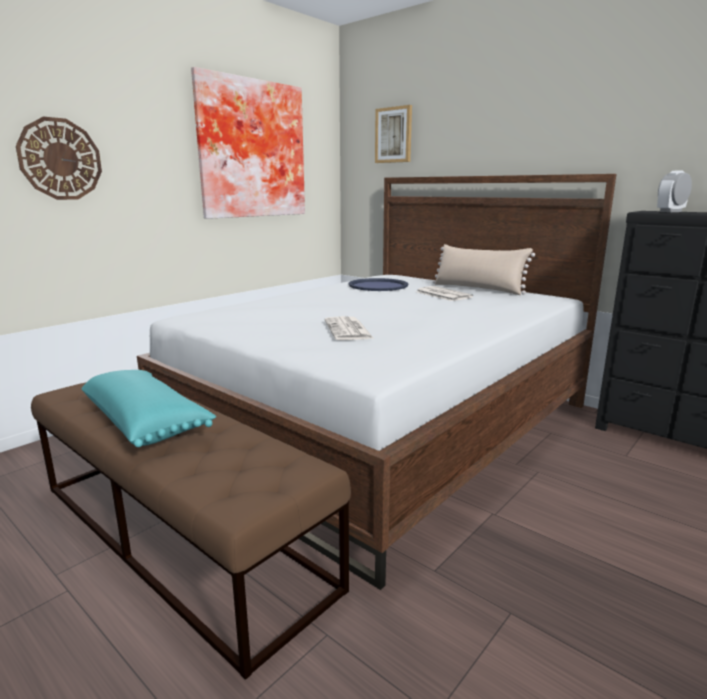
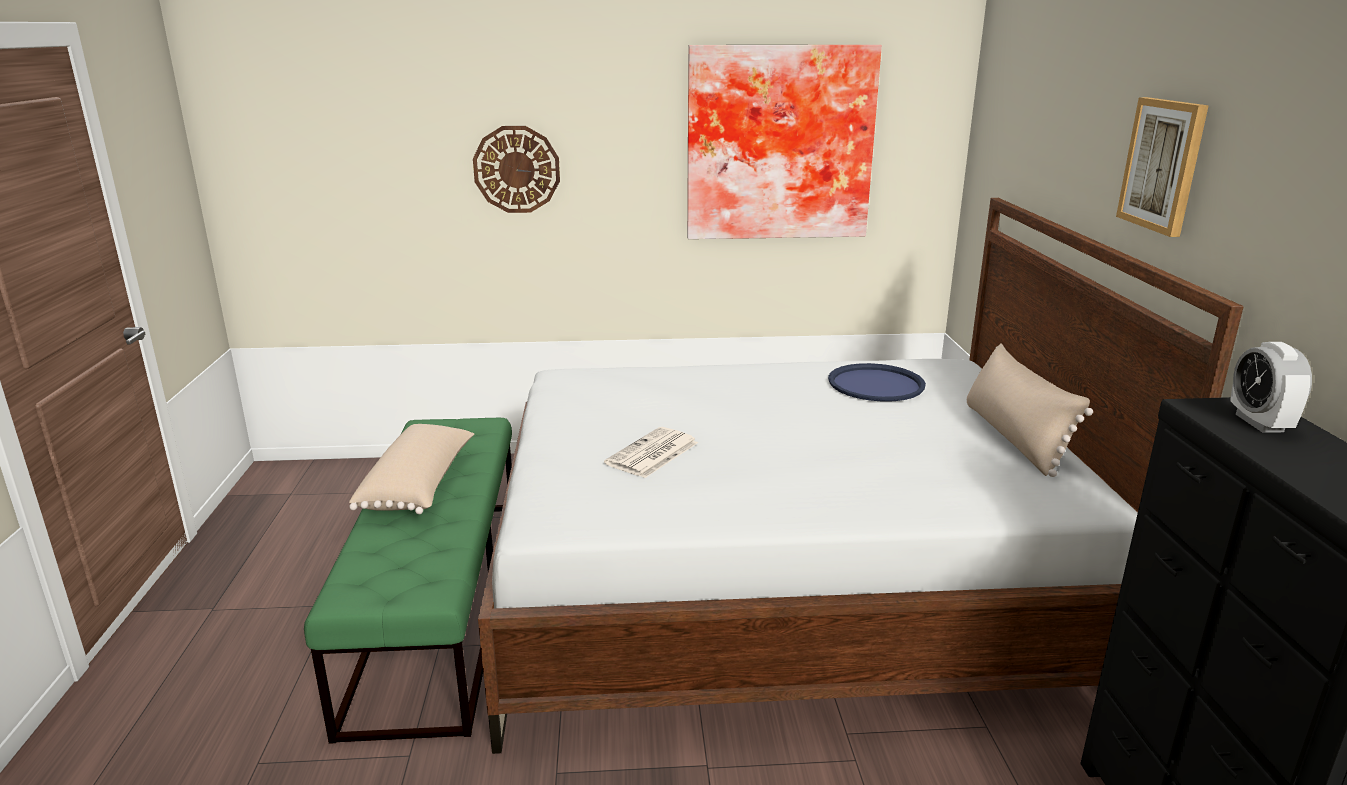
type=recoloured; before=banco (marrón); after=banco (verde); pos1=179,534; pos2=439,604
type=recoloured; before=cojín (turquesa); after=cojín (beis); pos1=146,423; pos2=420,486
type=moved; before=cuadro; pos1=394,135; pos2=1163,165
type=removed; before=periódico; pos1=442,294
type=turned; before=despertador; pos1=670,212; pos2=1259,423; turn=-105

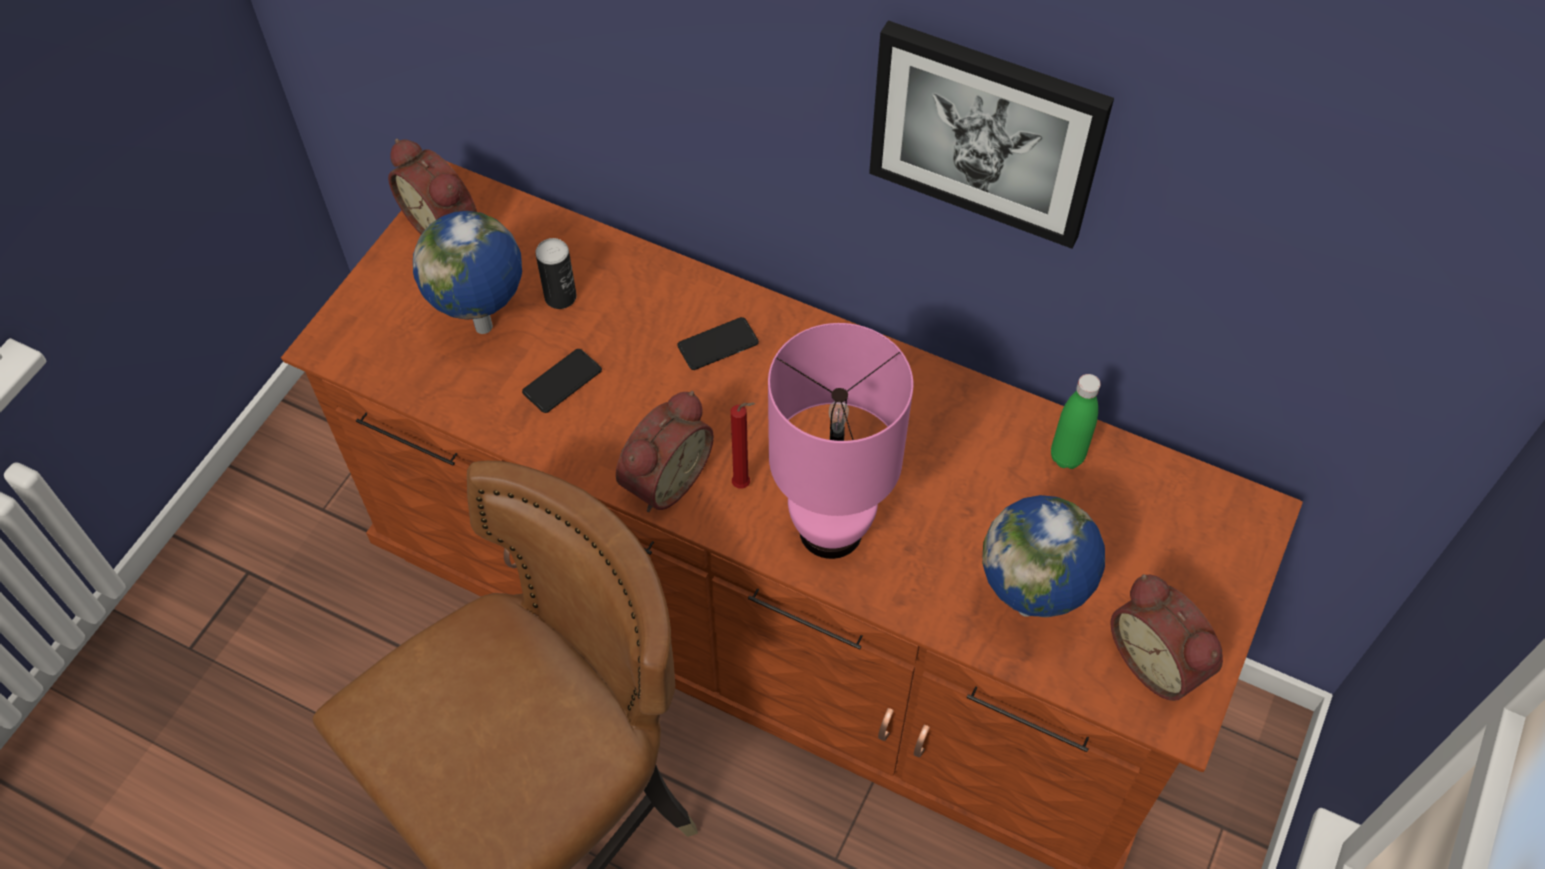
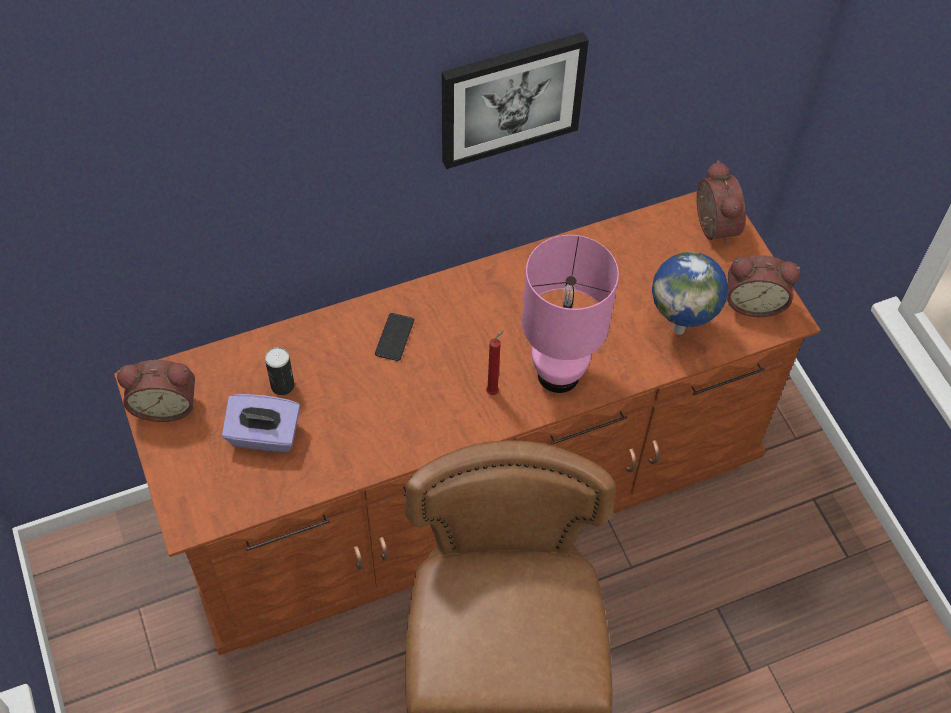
type=replaced; before=globo terráqueo; after=caja de pañuelos (morado); pos1=486,328; pos2=264,436
type=removed; before=móvil; pos1=562,381
type=moved; before=despertador; pos1=662,478; pos2=711,227
type=removed; before=botella (verde); pos1=1067,456

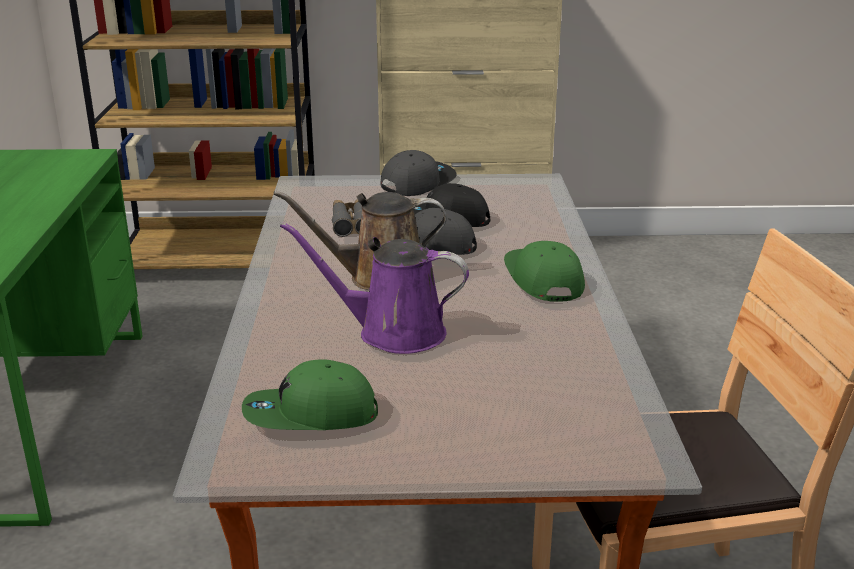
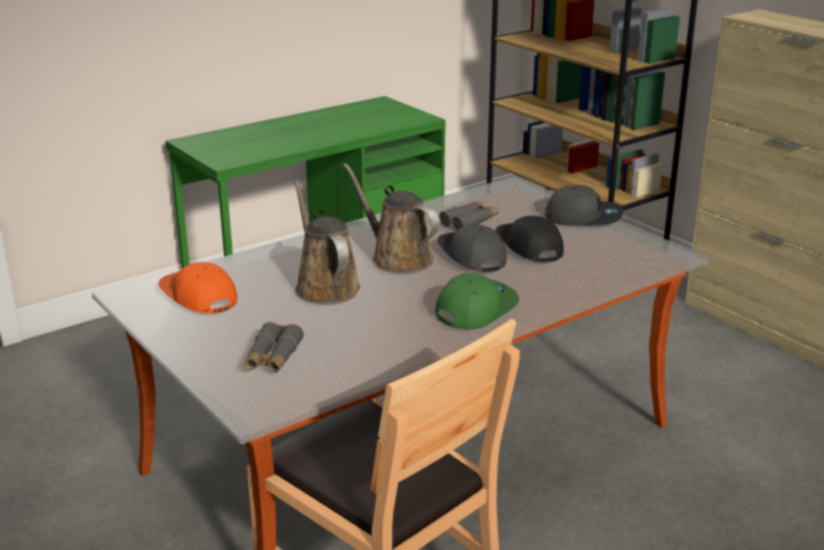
type=recoloured; before=gorra (verde); after=gorra (naranja); pos1=310,416; pos2=198,297
type=recoloured; before=regadera (morado); after=regadera (marrón); pos1=392,332; pos2=325,286
type=added; after=prismáticos (gris); pos2=272,358

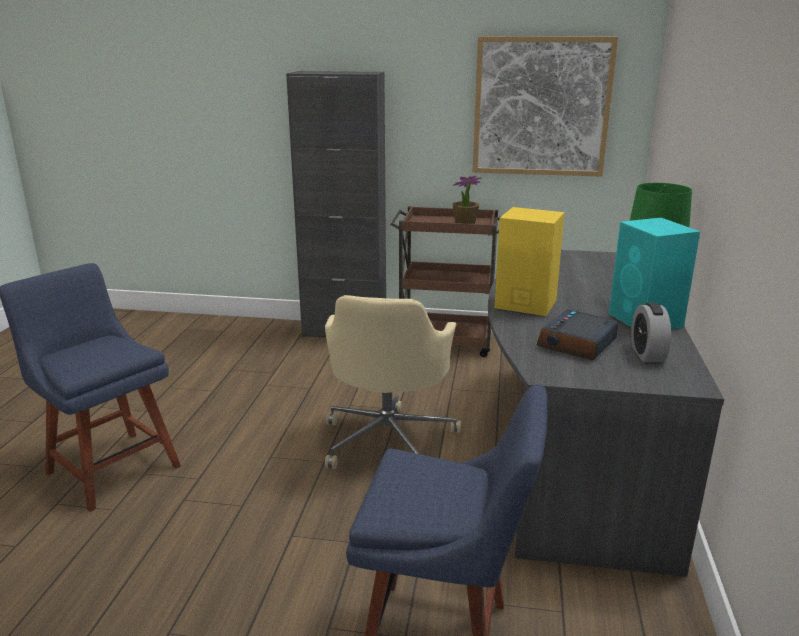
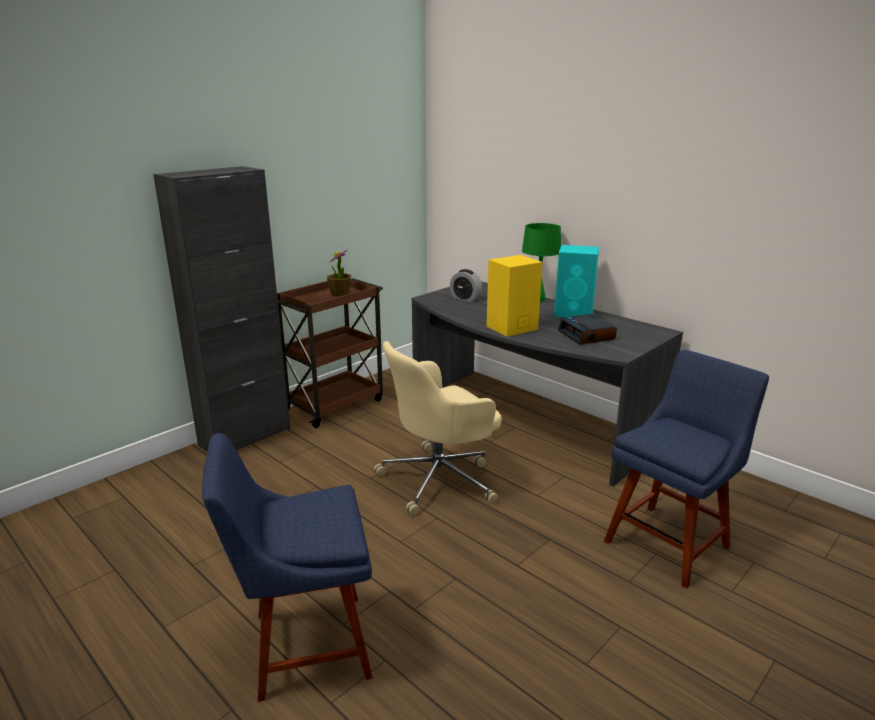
type=turned; before=silla de oficina (beis); pos1=389,439; pos2=440,479; turn=105
type=removed; before=cuadro; pos1=541,107
type=moved; before=despertador; pos1=647,354; pos2=465,298

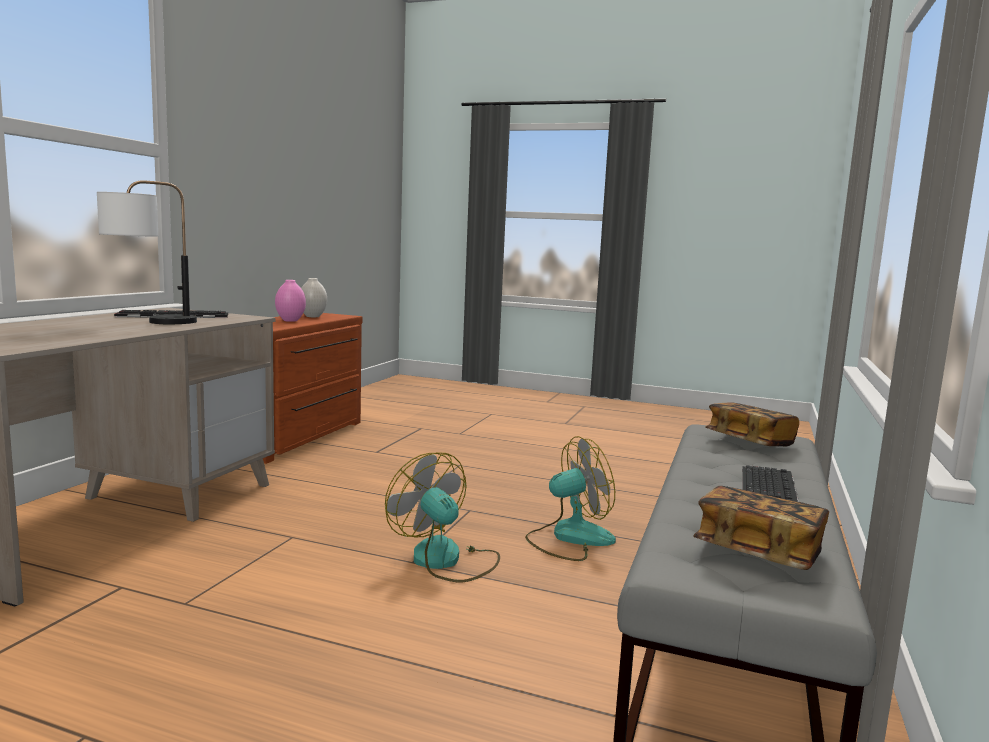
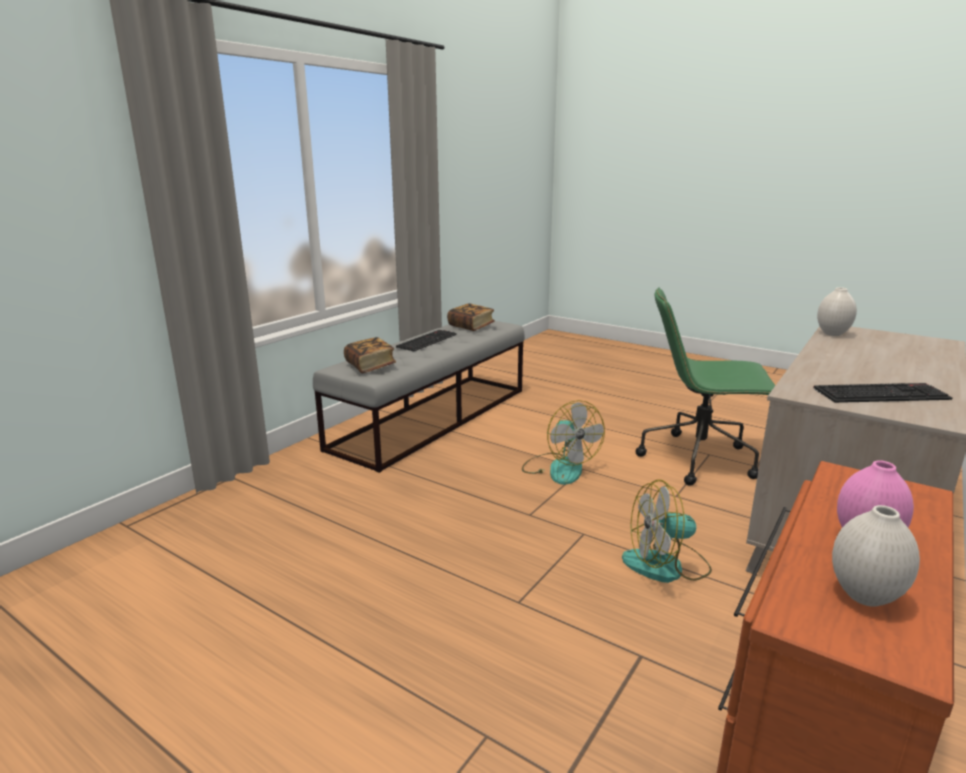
type=removed; before=lámpara de mesa; pos1=150,323
type=moved; before=ventilador; pos1=569,538; pos2=666,565
type=added; after=silla de oficina (verde); pos2=700,459
type=added; after=florero (blanco); pos2=832,334

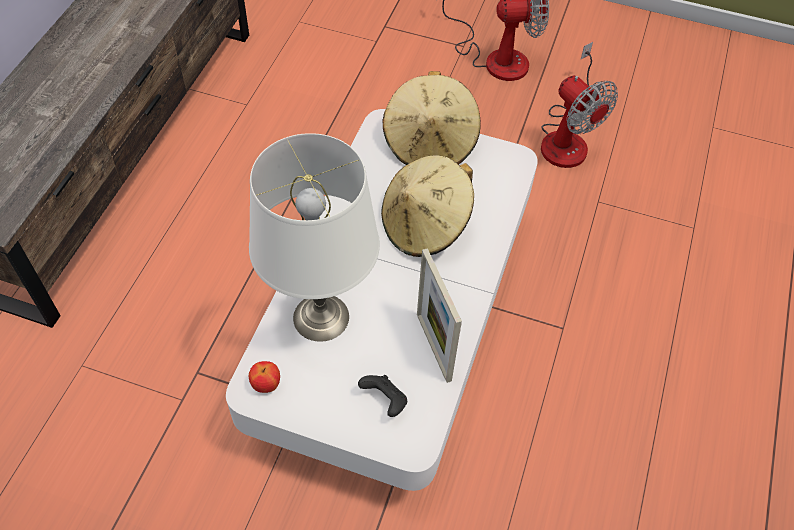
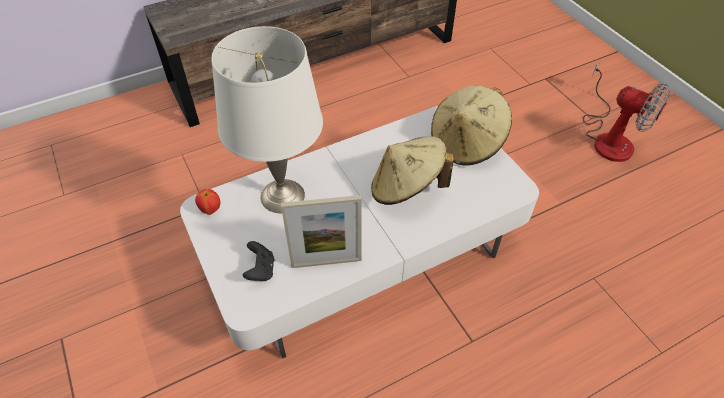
type=turned; before=portarretratos; pos1=433,347; pos2=326,262; turn=-120
type=removed; before=ventilador; pos1=567,137

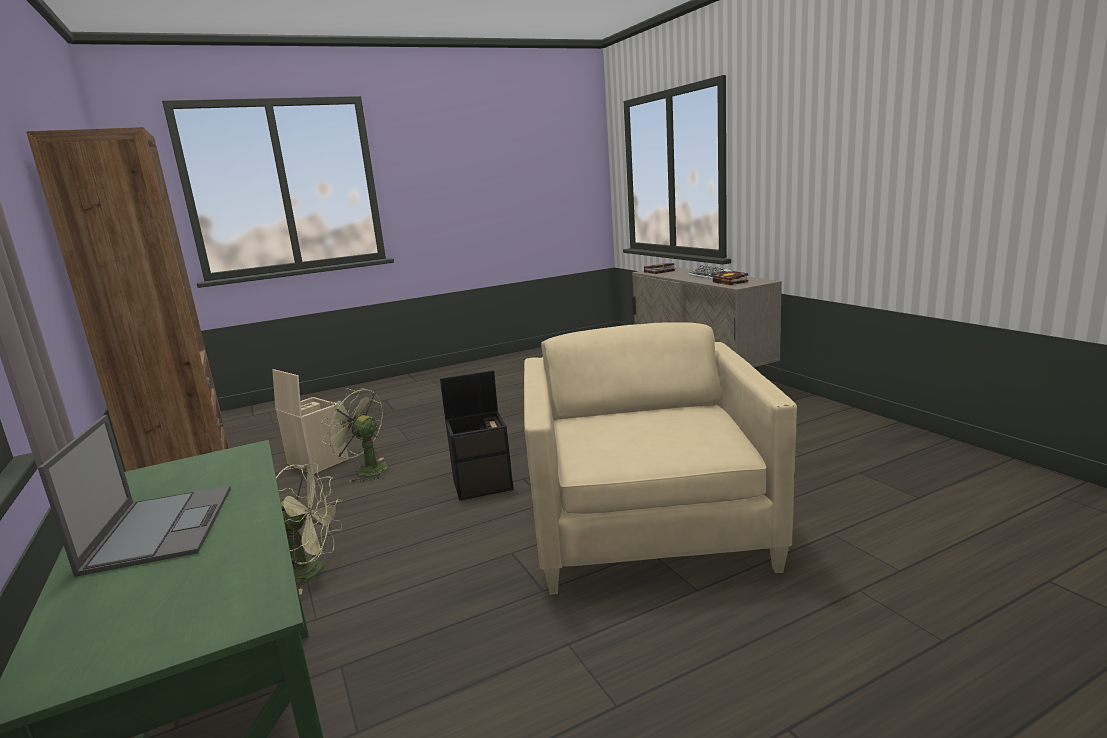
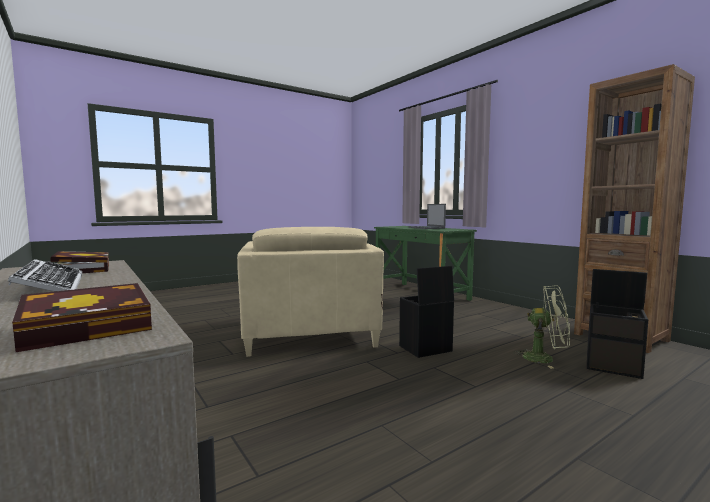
type=recoloured; before=caja de almacenaje (beis); after=caja de almacenaje (negro); pos1=316,461; pos2=614,366
type=removed; before=ventilador (verde); pos1=312,571

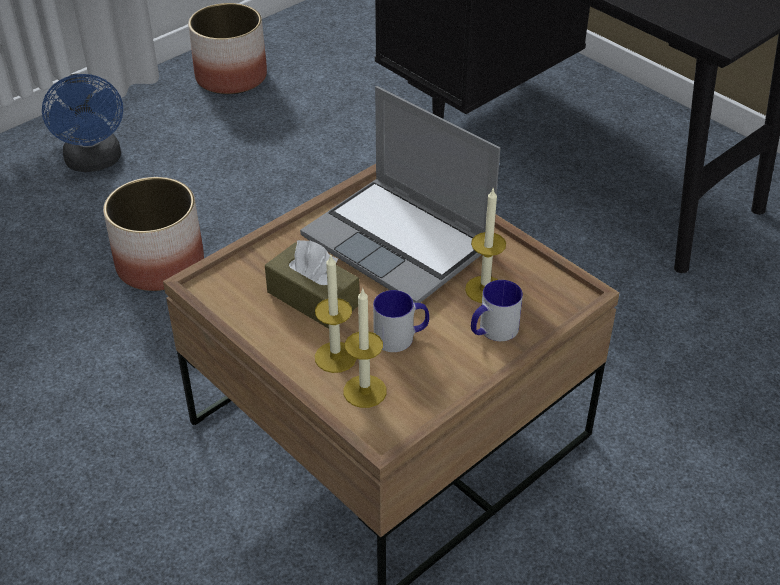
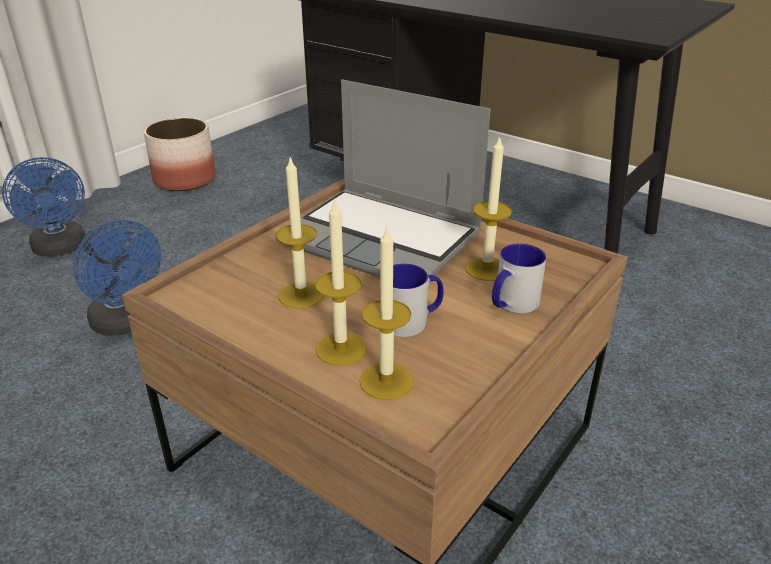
type=replaced; before=maceta; after=ventilador (azul); pos1=160,264; pos2=127,323
type=replaced; before=caja de pañuelos (marrón); after=vela; pos1=313,298; pos2=301,295

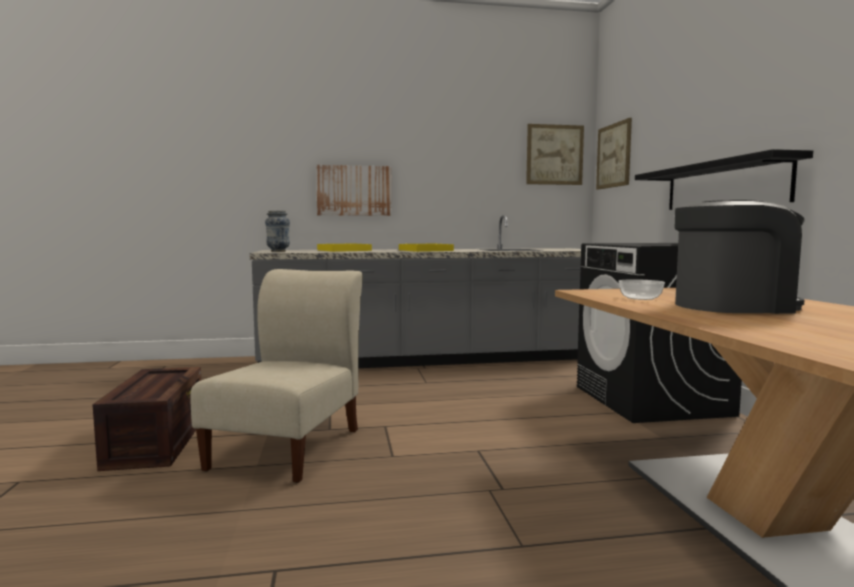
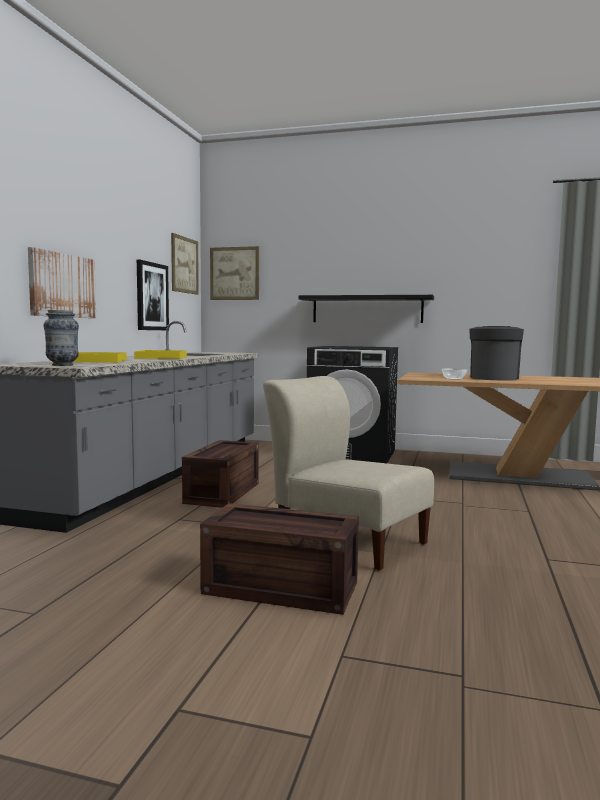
type=added; after=cuadro; pos2=151,296
type=added; after=caja de embalaje; pos2=222,492

